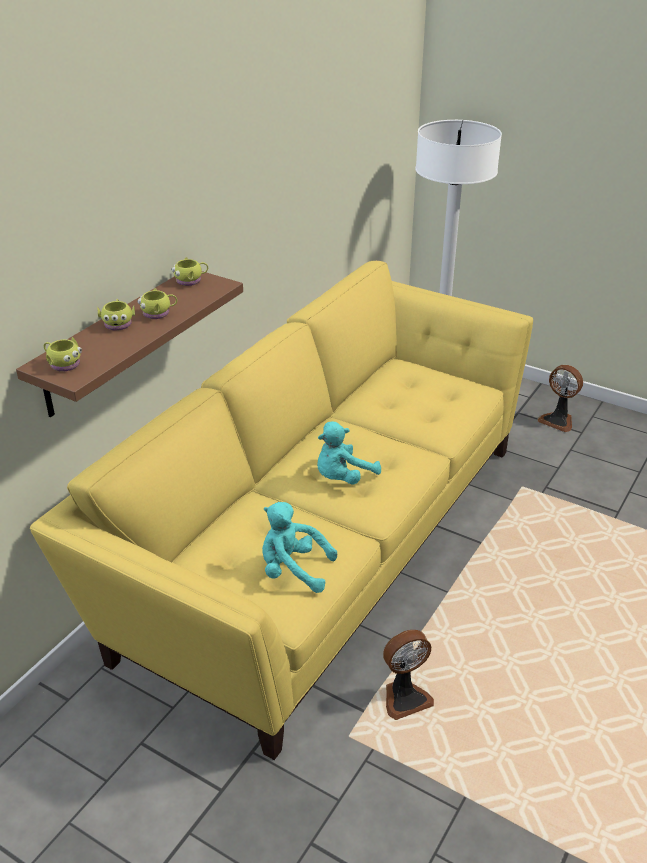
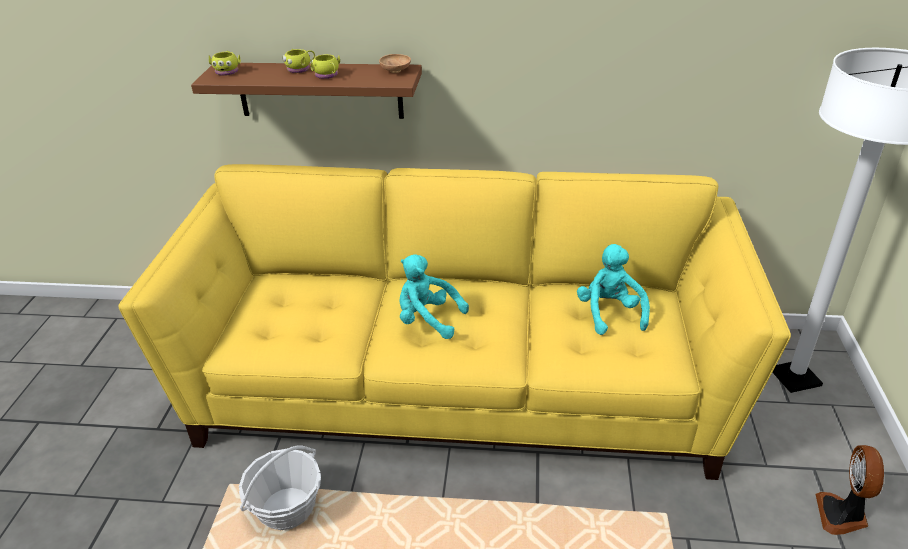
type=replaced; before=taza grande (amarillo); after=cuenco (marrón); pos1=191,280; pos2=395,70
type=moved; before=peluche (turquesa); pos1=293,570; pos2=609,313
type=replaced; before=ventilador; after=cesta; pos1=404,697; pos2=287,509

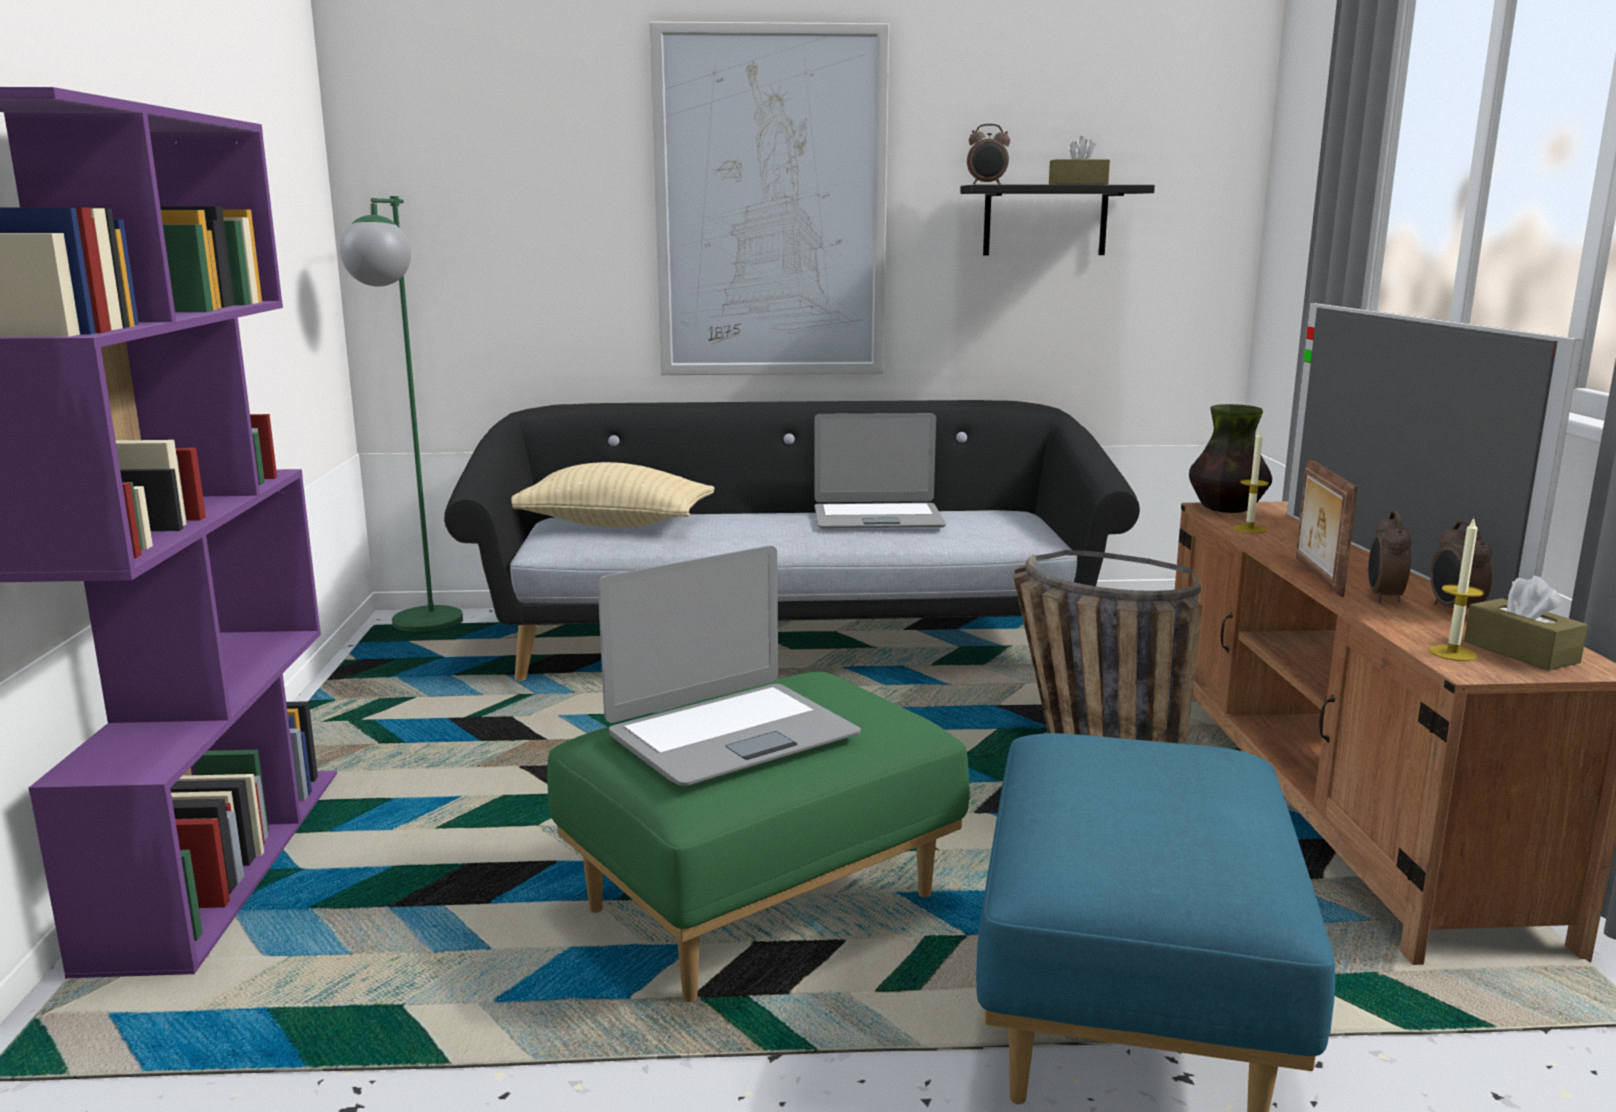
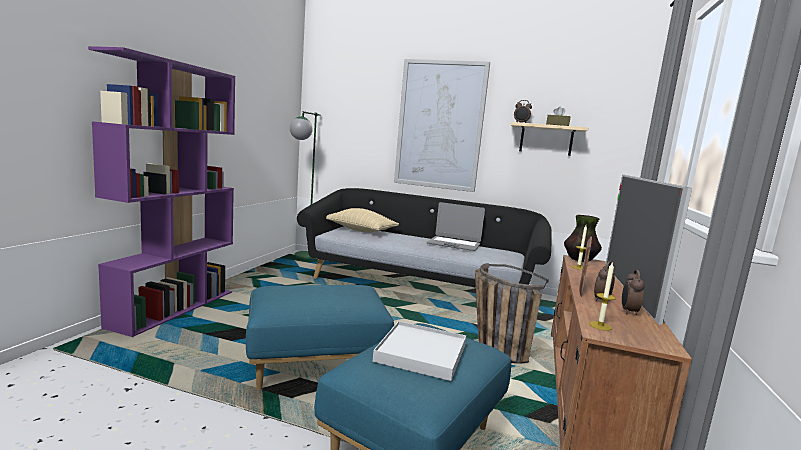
type=recoloured; before=puf (verde); after=puf (azul); pos1=761,902; pos2=317,366
type=removed; before=portátil; pos1=731,735
type=recoloured; before=estante (negro); after=estante (beis); pos1=1045,220; pos2=546,139
type=removed; before=caja de pañuelos (marrón); pos1=1520,652
type=added; after=bandeja (blanco); pos2=421,353

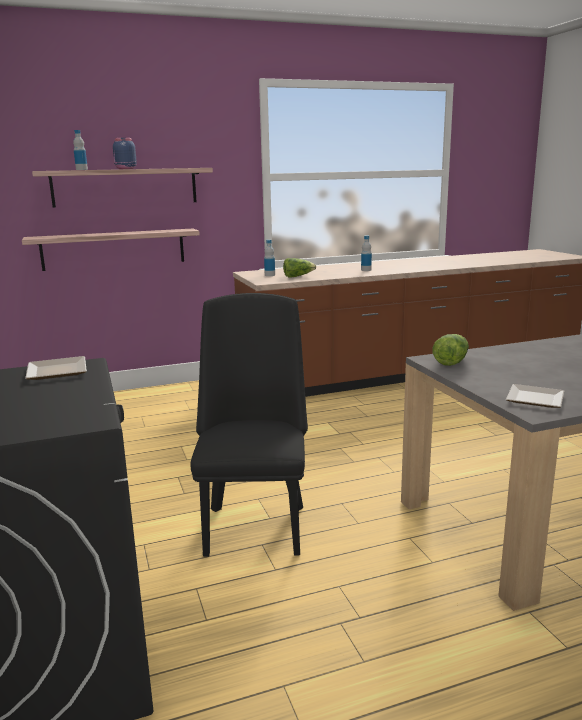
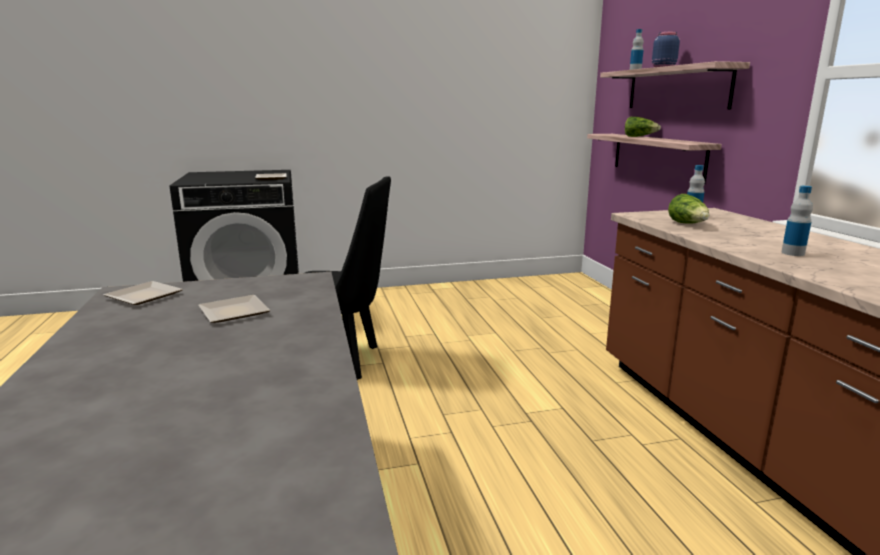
type=moved; before=lechuga; pos1=451,361; pos2=639,137
type=added; after=plato; pos2=231,312

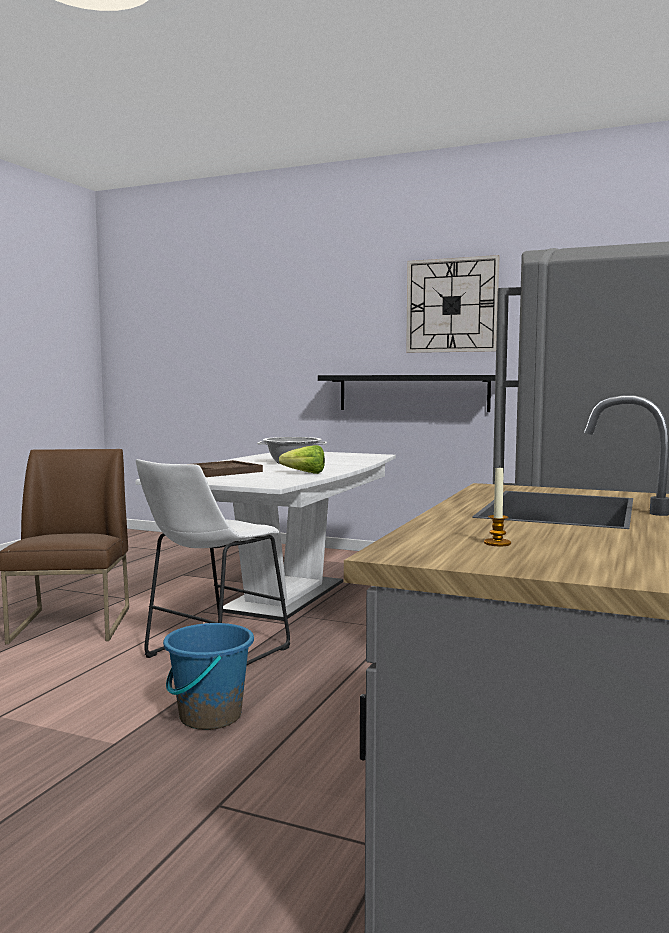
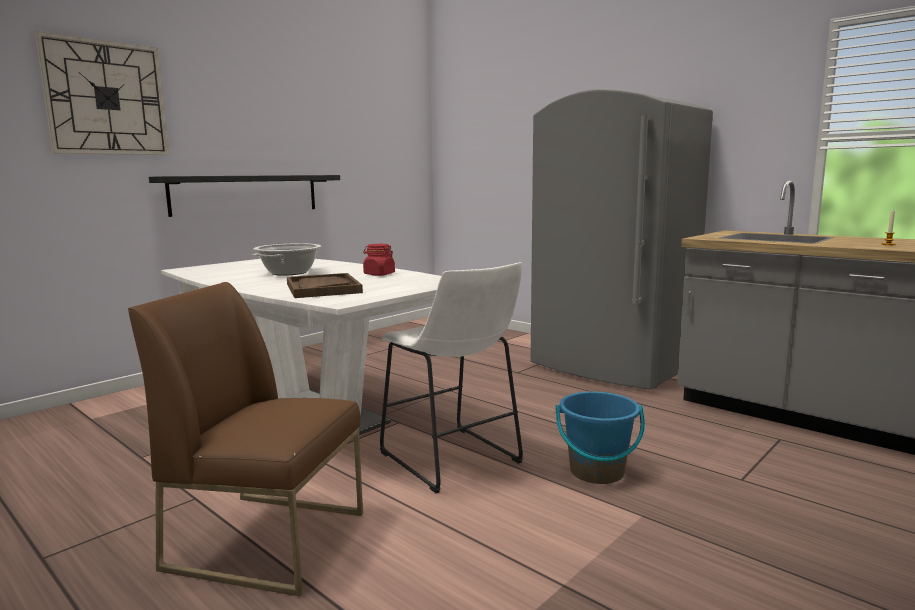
type=replaced; before=lechuga; after=tarro (rojo); pos1=301,473; pos2=379,274
type=moved; before=reloj de pared; pos1=452,305; pos2=106,98

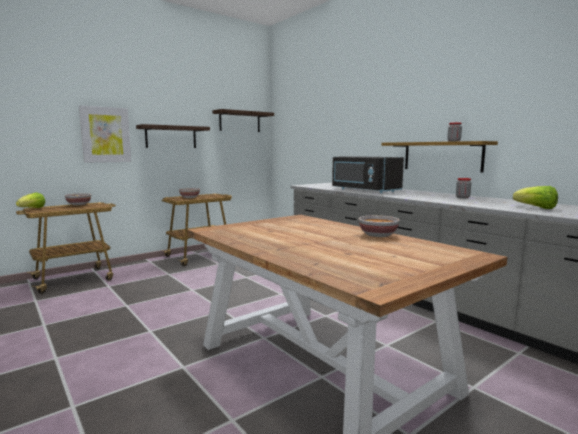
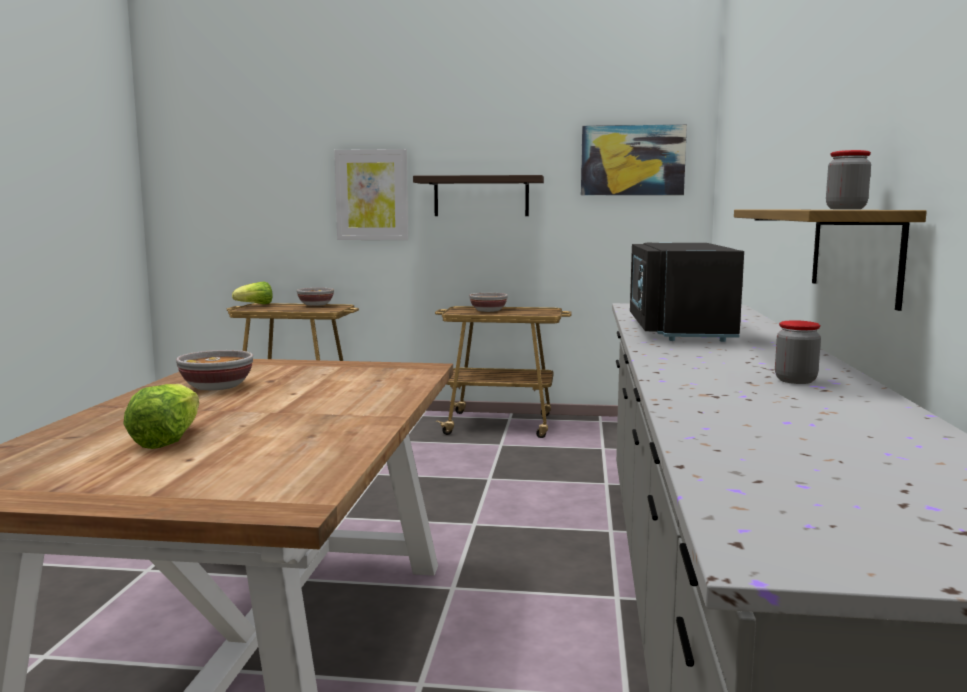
type=replaced; before=estante; after=cuadro; pos1=240,121; pos2=632,160
type=moved; before=cuenco; pos1=378,235; pos2=217,387
type=moved; before=lechuga; pos1=536,208; pos2=167,440

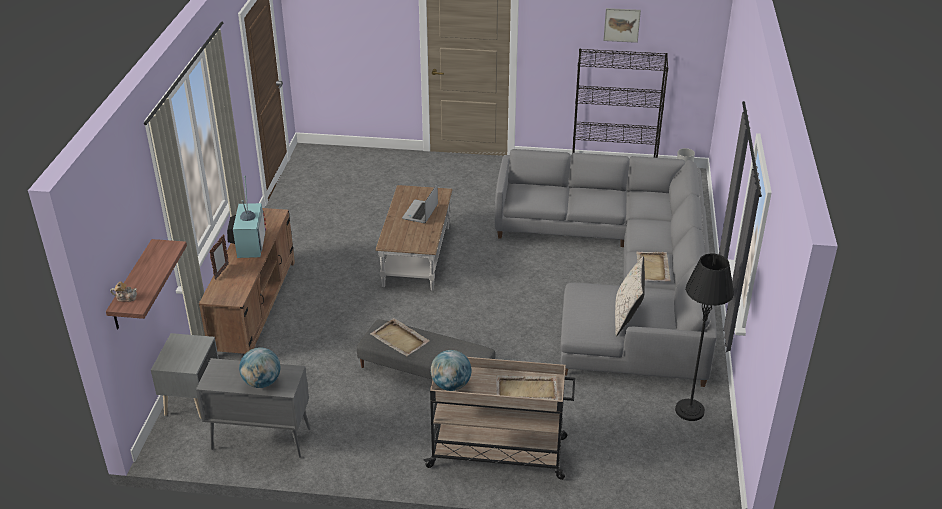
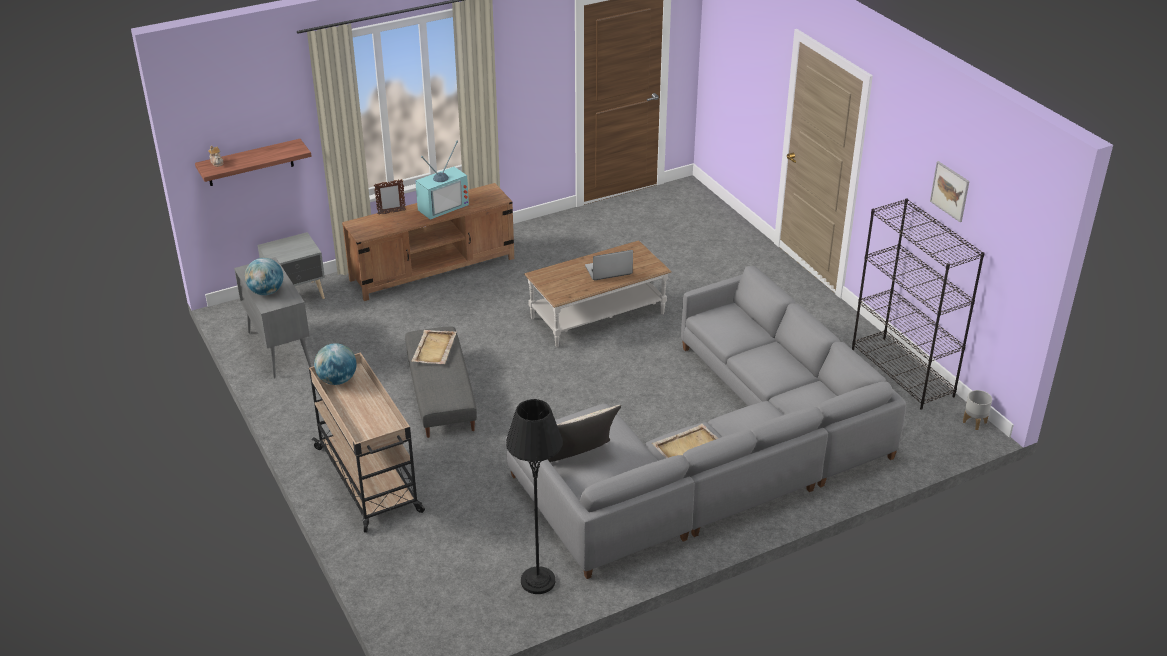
type=removed; before=bandeja (beis); pos1=525,390

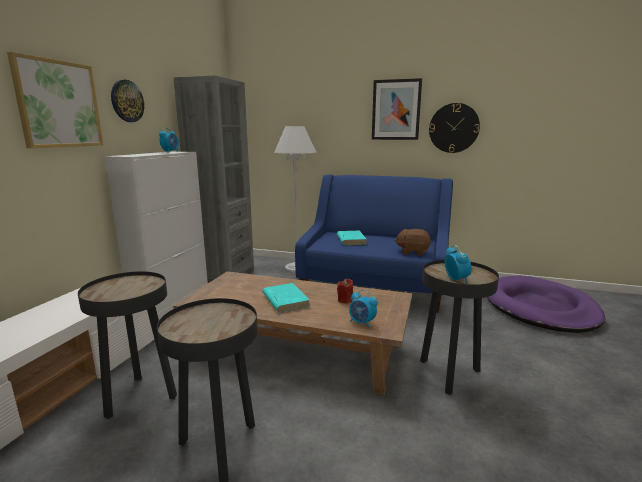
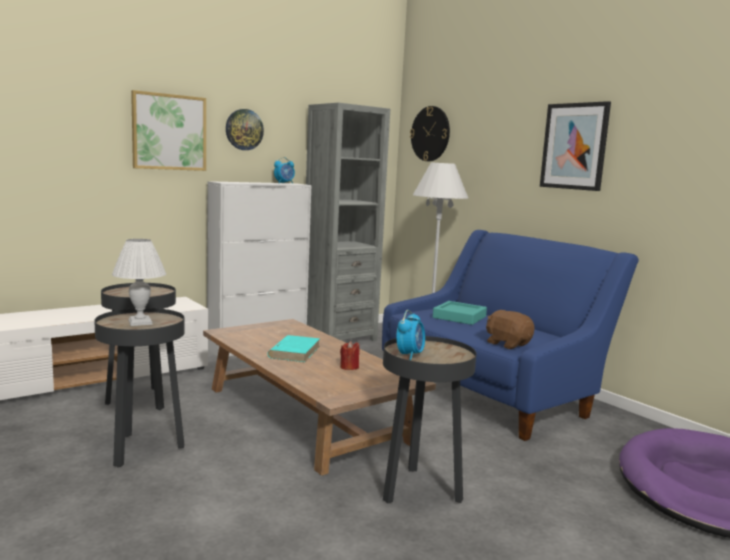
type=replaced; before=libro (turquesa); after=bandeja (turquesa); pos1=351,240; pos2=459,317
type=removed; before=despertador; pos1=362,323
type=moved; before=reloj de pared; pos1=453,128; pos2=430,134
type=added; after=lámpara de mesa (blanco); pos2=139,322

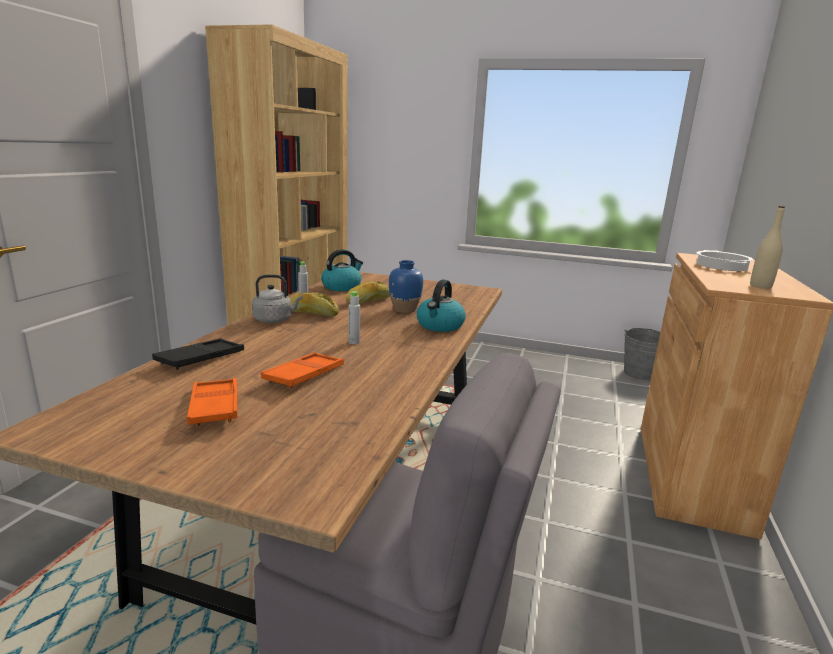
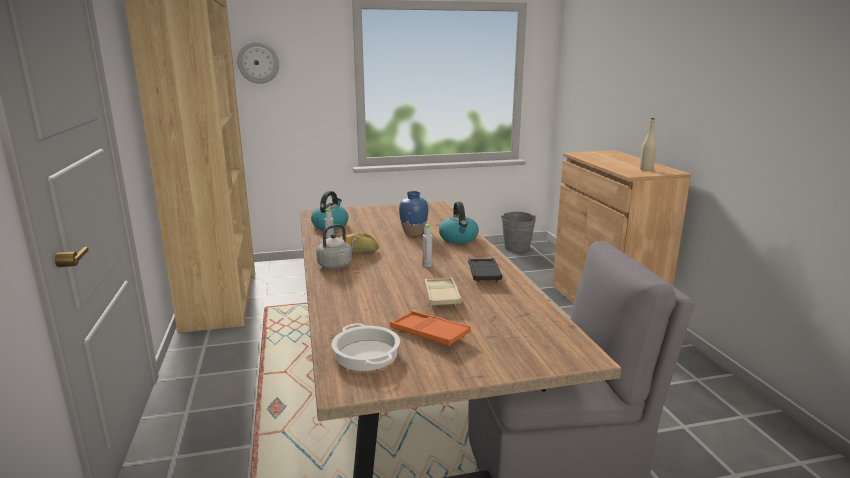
type=moved; before=bandeja (negro); pos1=201,359; pos2=484,274
type=recoloured; before=bandeja (naranja); after=bandeja (beis); pos1=304,375; pos2=441,296
type=removed; before=pan; pos1=368,301
type=moved; before=olla; pos1=721,266; pos2=365,354
type=added; after=reloj de pared; pos2=258,62

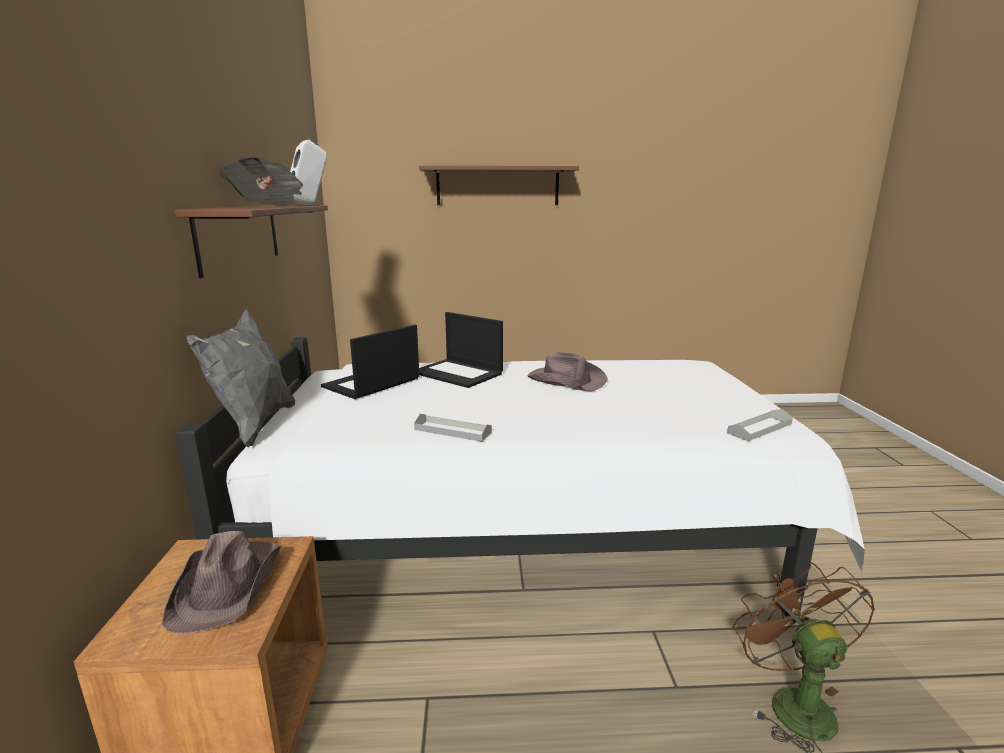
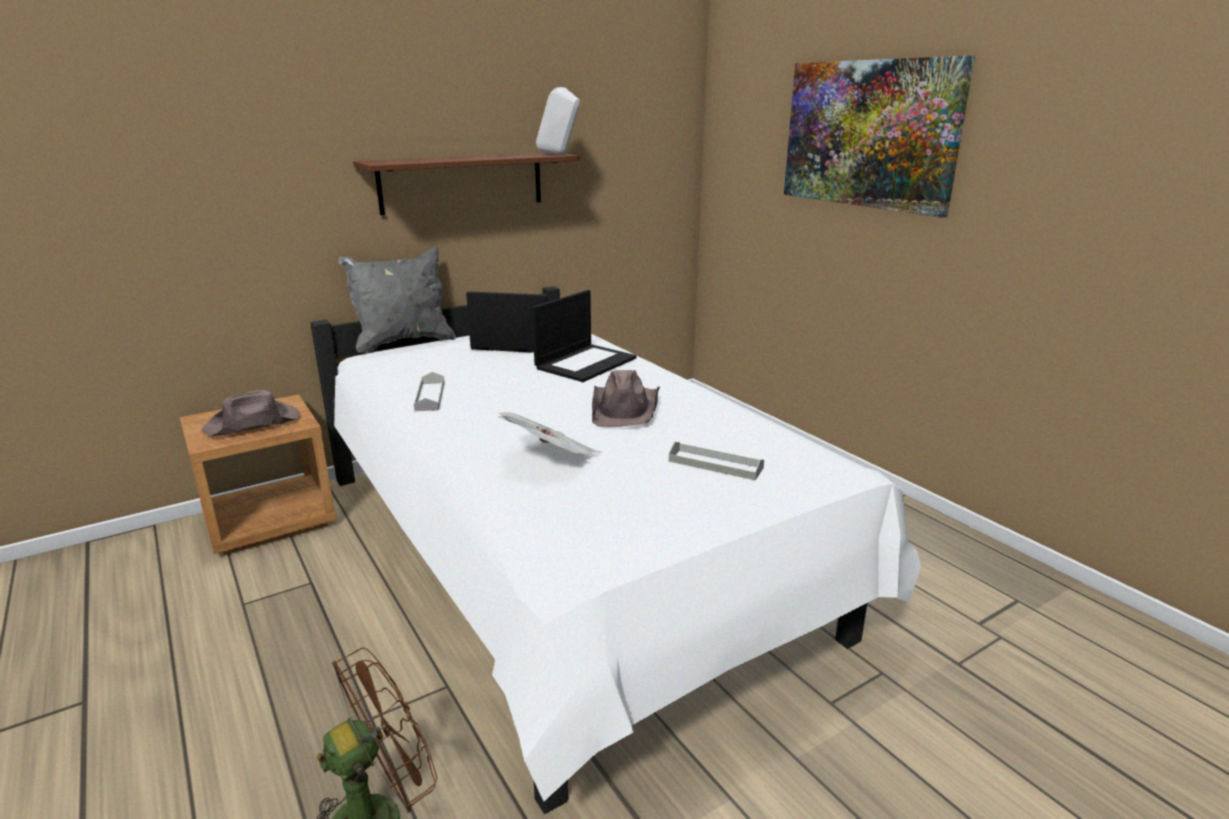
type=moved; before=periódico; pos1=268,206; pos2=551,459
type=replaced; before=estante (marrón); after=cuadro; pos1=497,186; pos2=868,134
type=turned; before=portátil; pos1=459,373; pos2=586,363; turn=-150
type=moved; before=bandeja (gris); pos1=759,428; pos2=715,464

